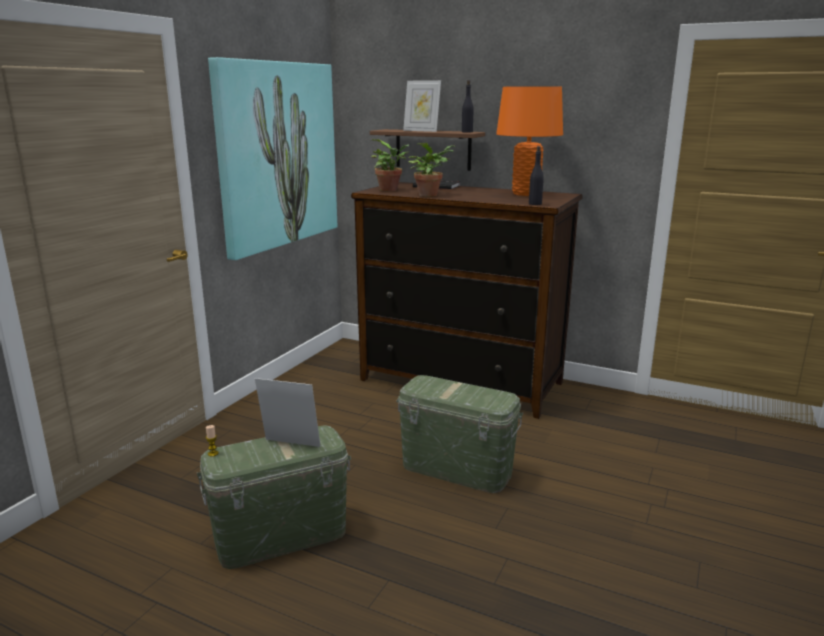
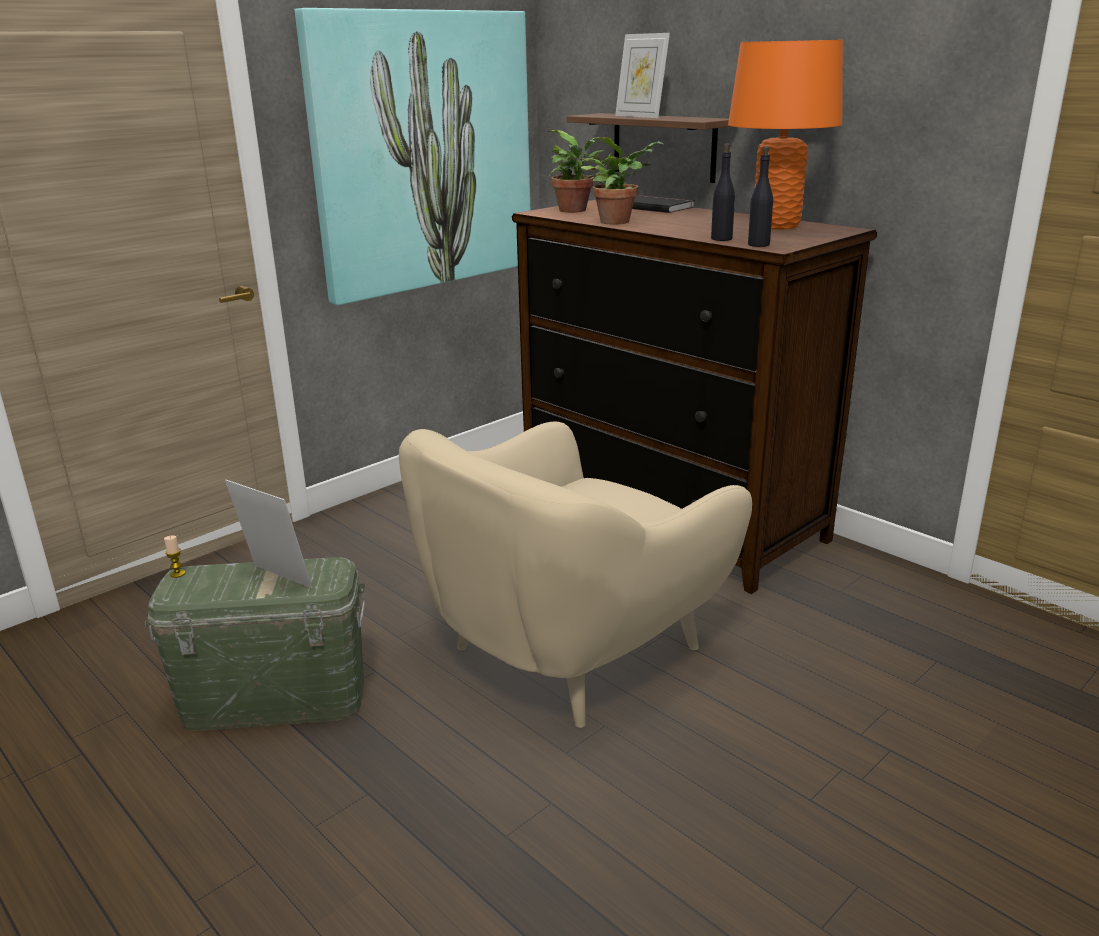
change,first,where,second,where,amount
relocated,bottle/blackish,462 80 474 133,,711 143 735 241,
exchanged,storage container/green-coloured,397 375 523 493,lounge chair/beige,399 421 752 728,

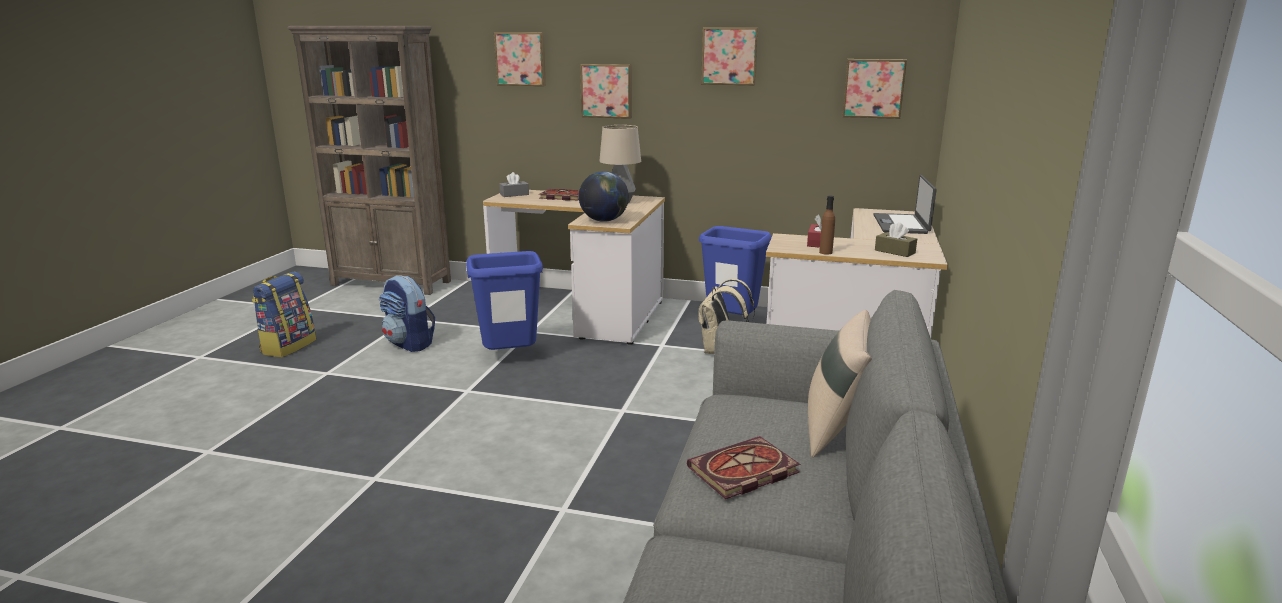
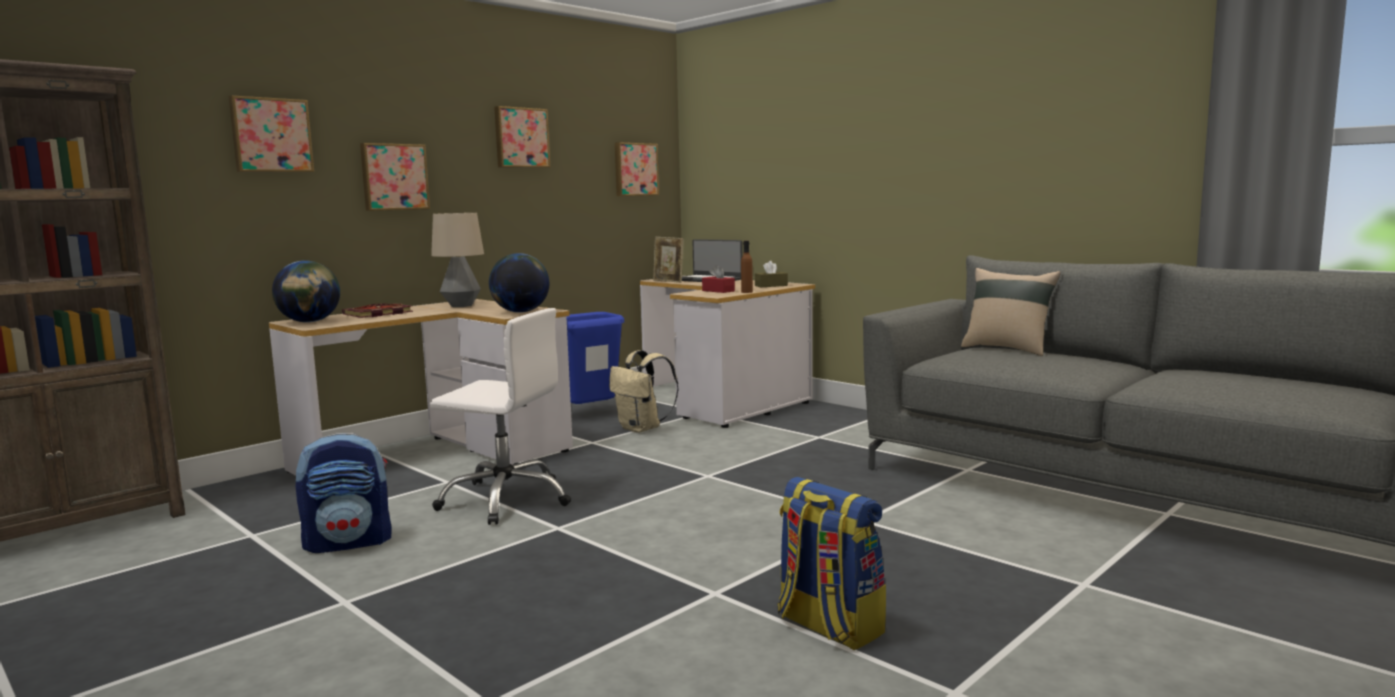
change,first,where,second,where,amount
missing,bound book,687 436 800 499,,,
appeared,,,standing frame,653 237 684 283,
relocated,backpack,252 272 316 357,,778 477 886 650,
exchanged,waste bin/blue,466 251 543 350,computer chair/white,430 308 571 525,
exchanged,tissue box/grey,499 172 529 197,globe,272 260 340 322,

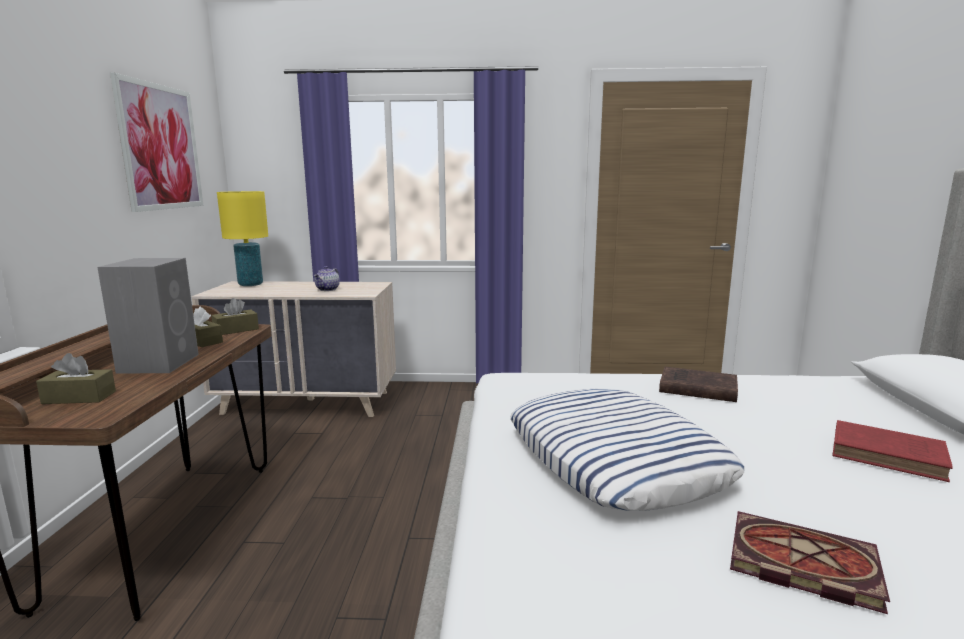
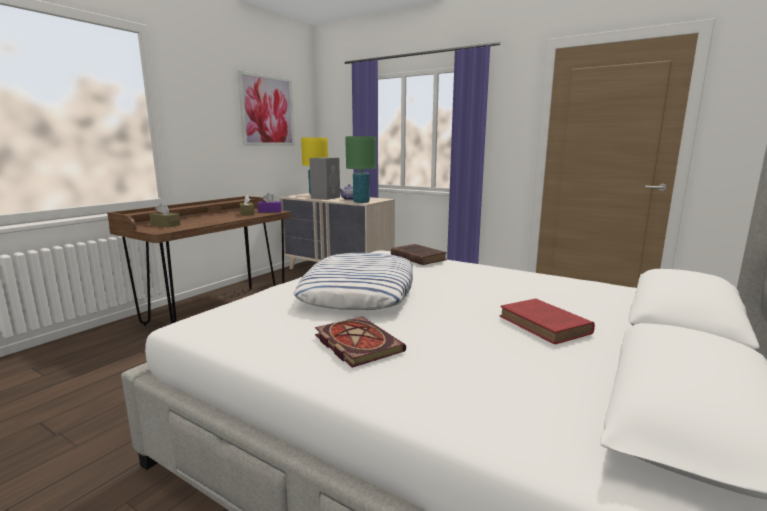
change,first,where,second,where,amount
appeared,,,lamp for a table/green-coloured,345 136 376 203,
relocated,speaker/grey,97 258 199 374,,309 157 340 200,
relocated,bound book/brown,659 367 738 402,,391 244 447 265,
colour,tissue box/brown,211 298 259 335,tissue box/purple-coloured,258 193 282 213,

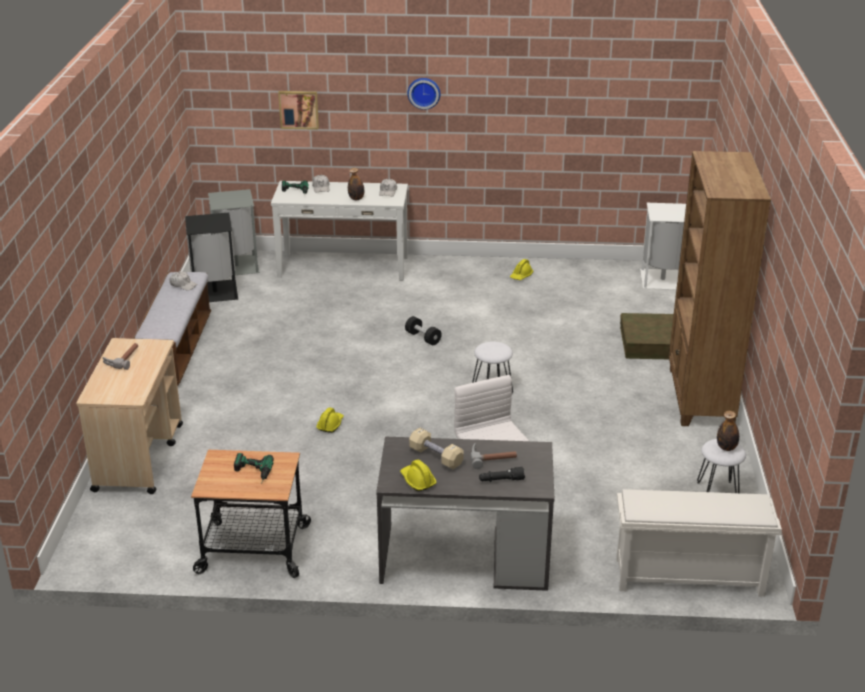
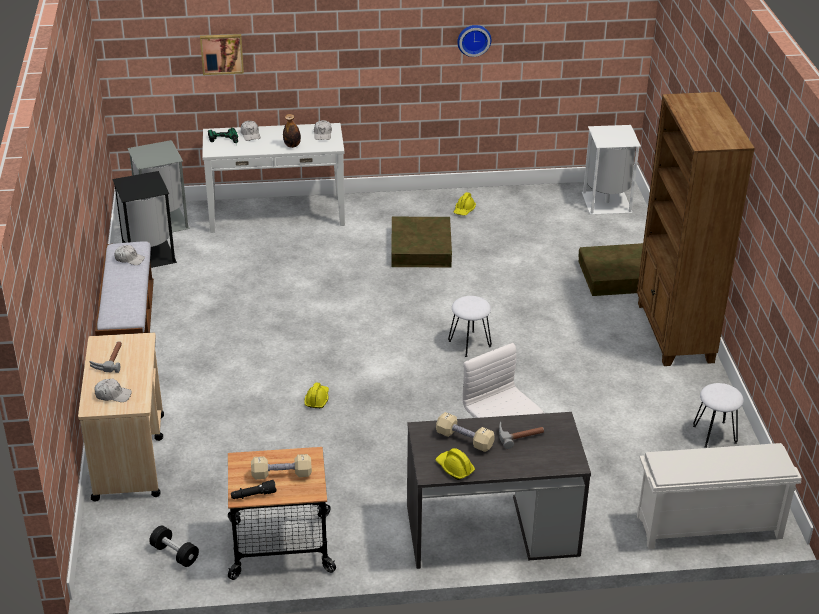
change,first,where,second,where,amount
missing,bottle,717 411 739 451,,,
appeared,,,baseball cap/white,95 379 132 402,
appeared,,,storage container/brown,391 216 452 268,
relocated,dumbbell/blackish,405 316 442 345,,149 525 199 567,
relocated,wall clock,408 78 440 110,,457 25 491 57,
relocated,flashlight/blackish,479 467 525 482,,231 480 277 499,
exchanged,drill,234 453 274 484,dumbbell/beige,251 454 312 480,

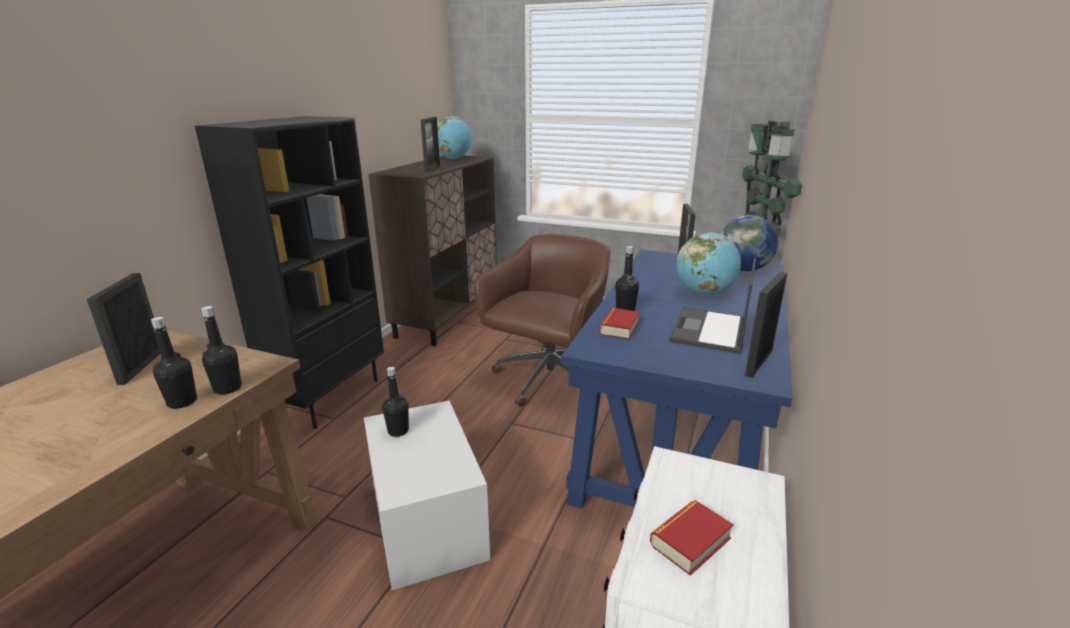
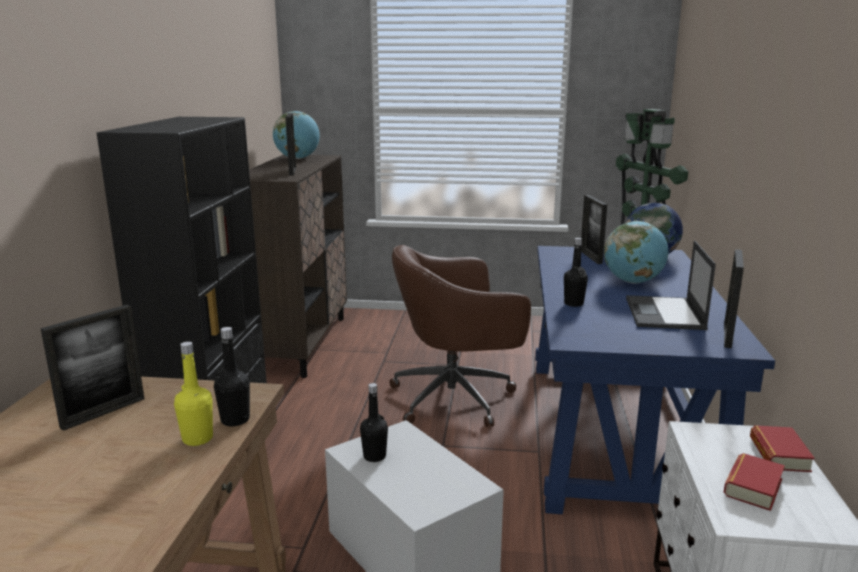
change,first,where,second,where,amount
relocated,bound book,599 308 640 340,,750 425 815 472,
colour,bottle/blackish,151 317 197 409,bottle/yellow,174 341 213 446,
spun,standing frame,86 273 161 385,,41 305 144 431,120 degrees counterclockwise
spun,computer chair/brown,474 234 611 407,,389 245 531 427,120 degrees counterclockwise

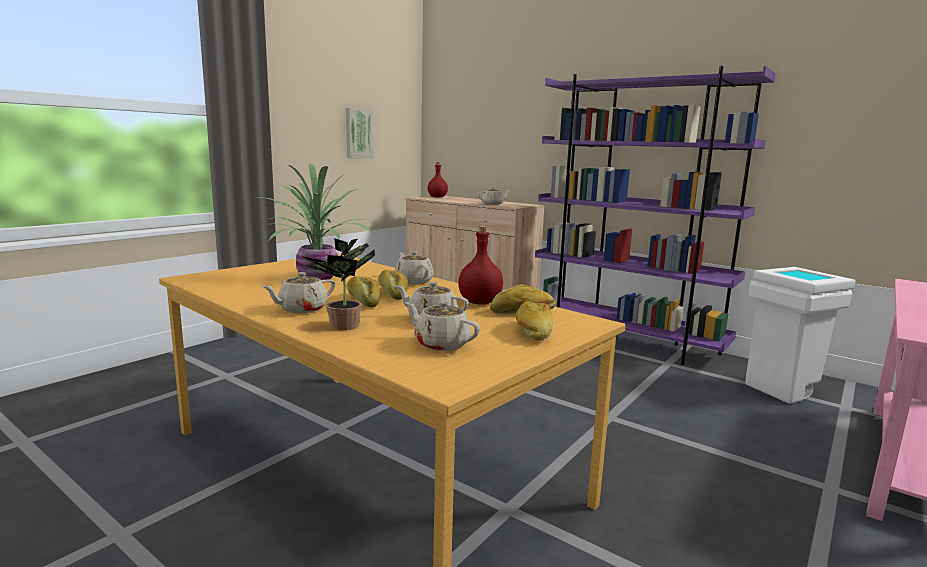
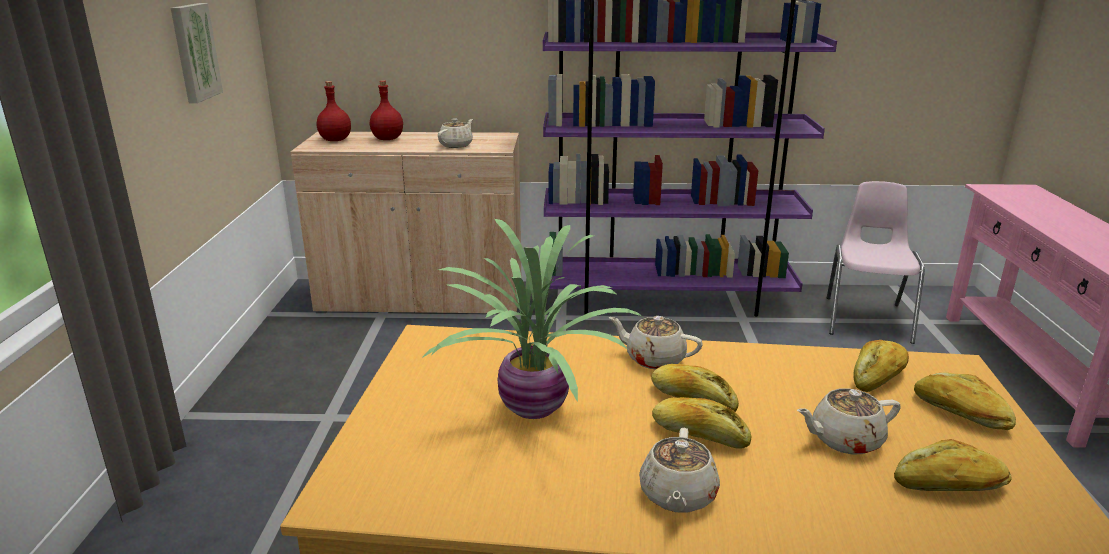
change,first,where,second,where,amount
missing,houseplant,301 238 375 330,,,
relocated,bottle/red-coloured,458 226 503 305,,370 80 403 140,
exchanged,teapot/beige,406 301 480 351,bread,894 439 1011 491,
exchanged,waste bin/white,745 267 856 404,chair/pink-coloured,827 181 925 344,

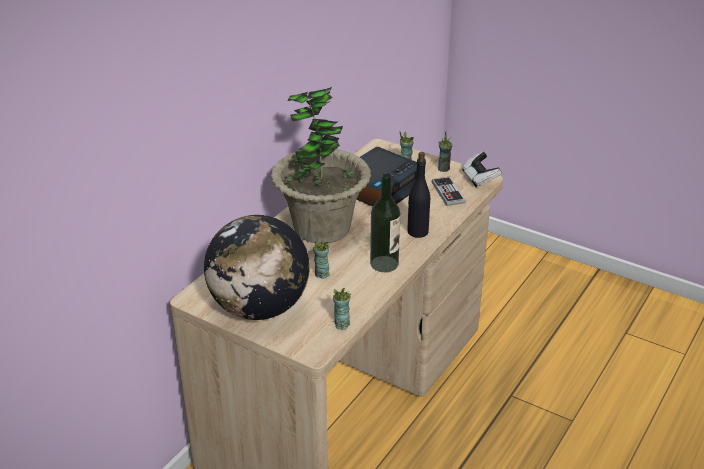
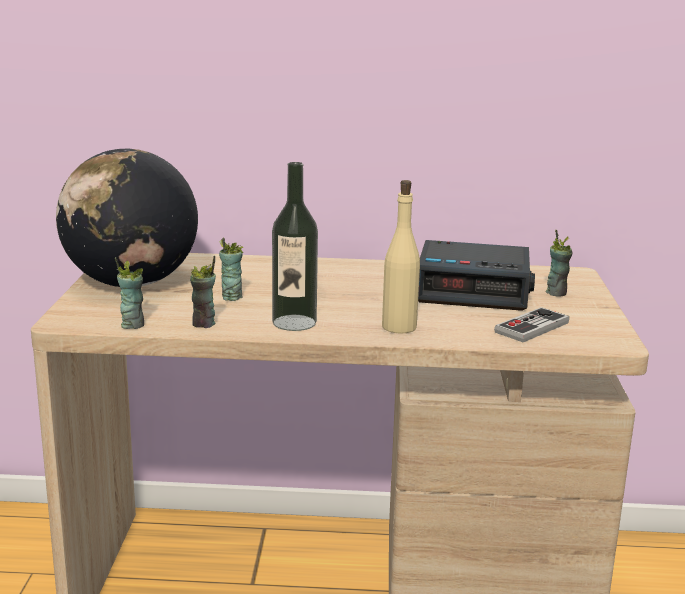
change,first,where,second,where,amount
missing,houseplant,271 87 371 243,,,
missing,gamepad,462 151 501 187,,,
relocated,cup,438 131 452 172,,190 256 216 328,
colour,bottle/blackish,407 152 430 238,bottle/beige,382 180 420 334,

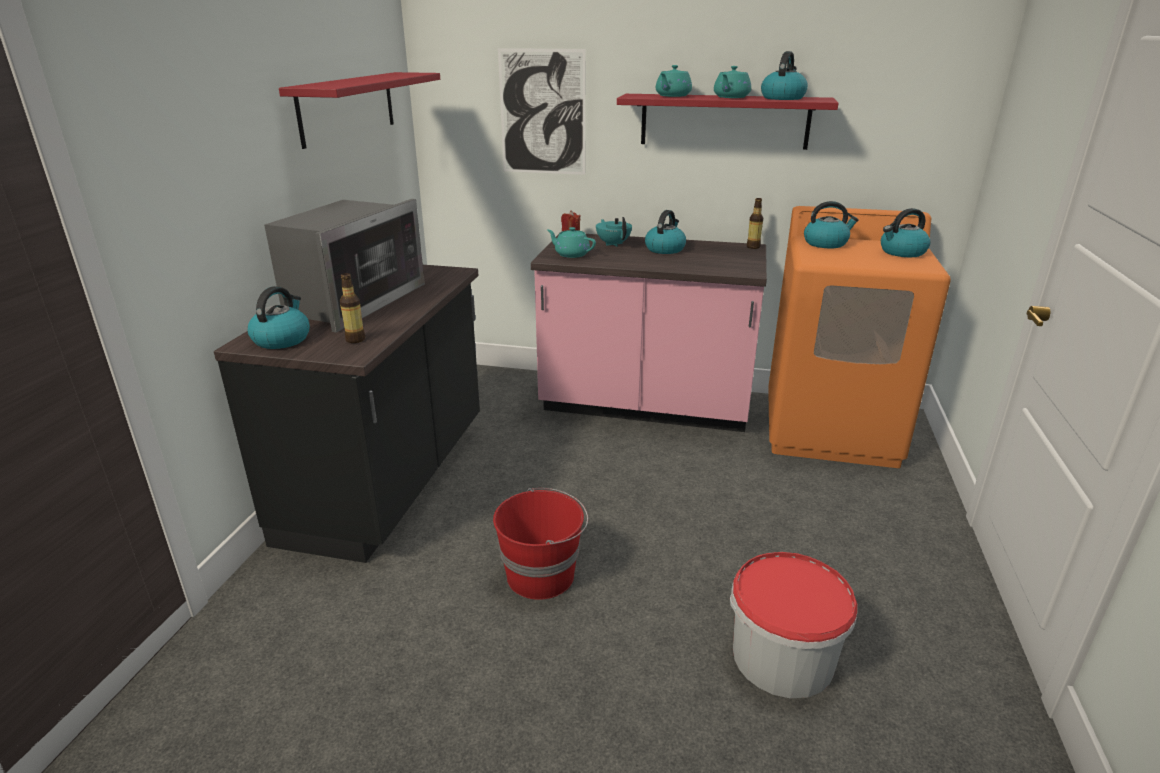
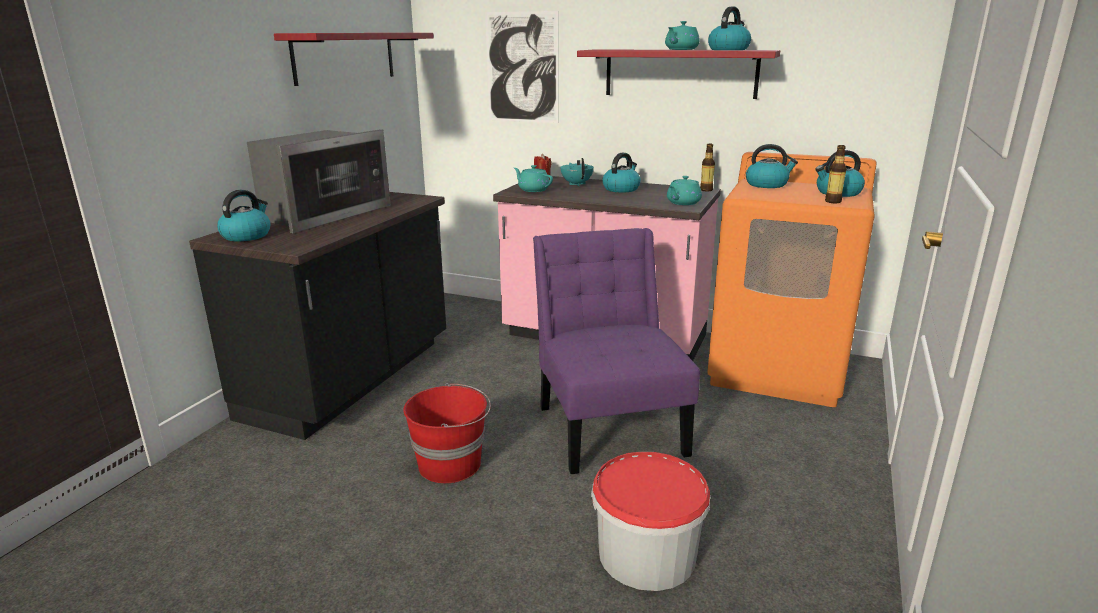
change,first,where,second,where,amount
appeared,,,chair/purple-coloured,533 228 700 474,
relocated,bottle,340 273 365 343,,825 145 847 203,
relocated,teapot/turquoise-coloured,656 65 692 97,,667 176 702 205,

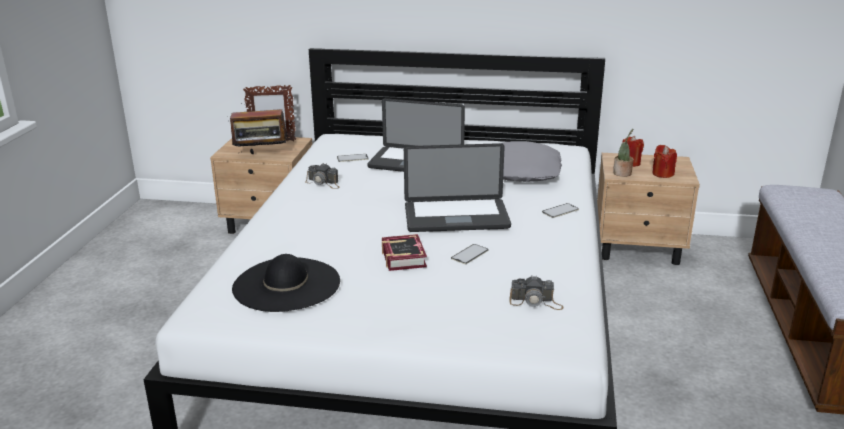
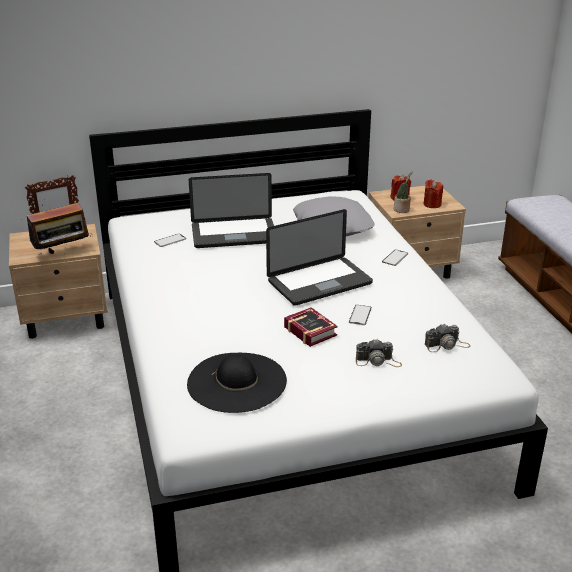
change,first,where,second,where,amount
relocated,photo camera,305 163 339 189,,356 339 402 367,

